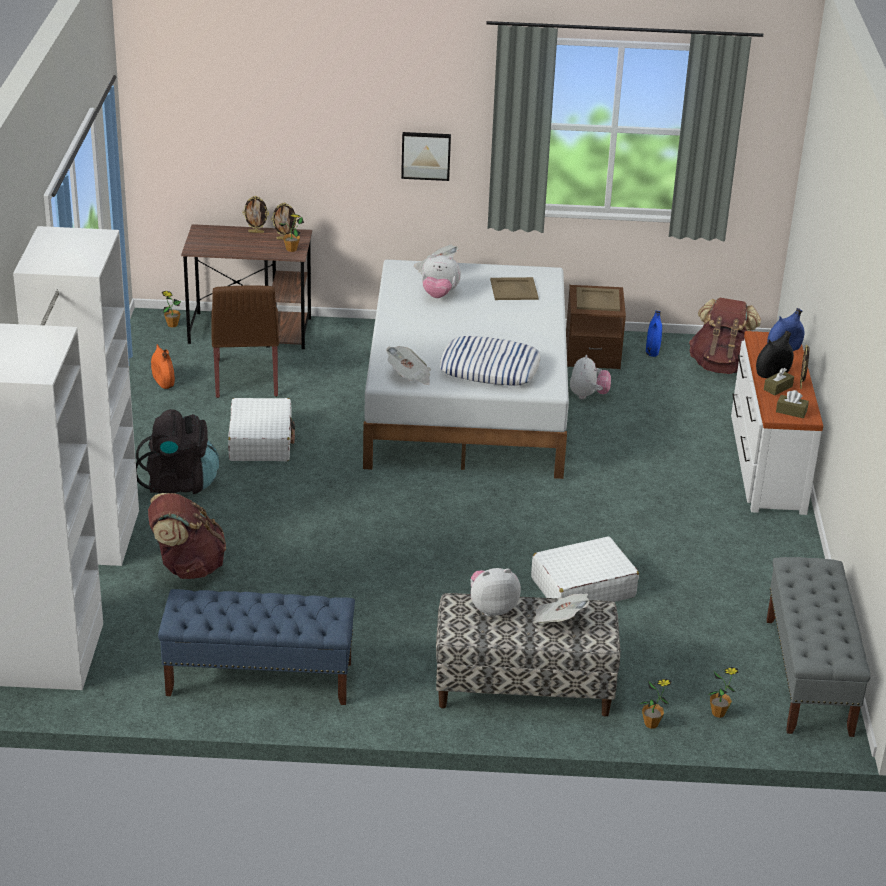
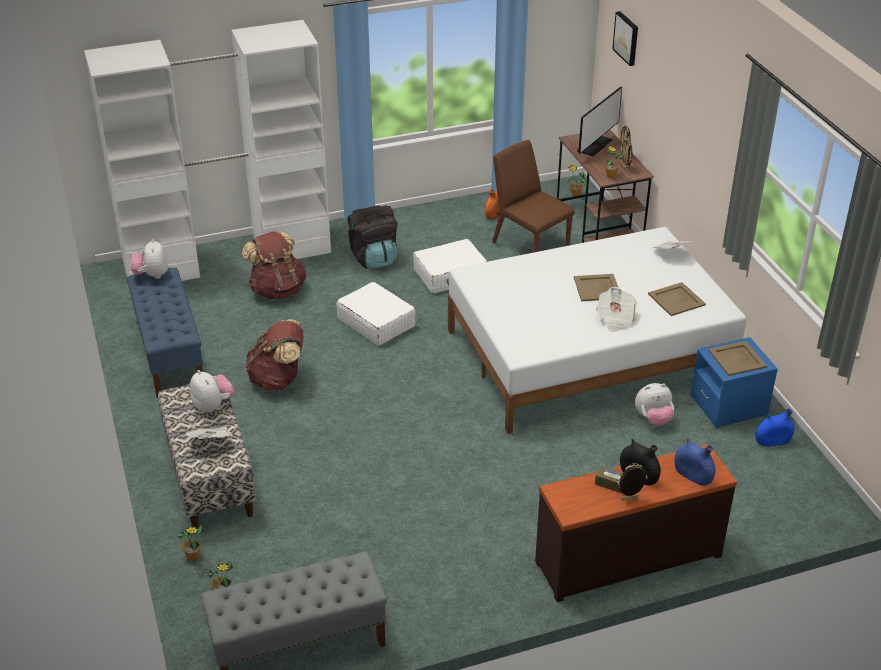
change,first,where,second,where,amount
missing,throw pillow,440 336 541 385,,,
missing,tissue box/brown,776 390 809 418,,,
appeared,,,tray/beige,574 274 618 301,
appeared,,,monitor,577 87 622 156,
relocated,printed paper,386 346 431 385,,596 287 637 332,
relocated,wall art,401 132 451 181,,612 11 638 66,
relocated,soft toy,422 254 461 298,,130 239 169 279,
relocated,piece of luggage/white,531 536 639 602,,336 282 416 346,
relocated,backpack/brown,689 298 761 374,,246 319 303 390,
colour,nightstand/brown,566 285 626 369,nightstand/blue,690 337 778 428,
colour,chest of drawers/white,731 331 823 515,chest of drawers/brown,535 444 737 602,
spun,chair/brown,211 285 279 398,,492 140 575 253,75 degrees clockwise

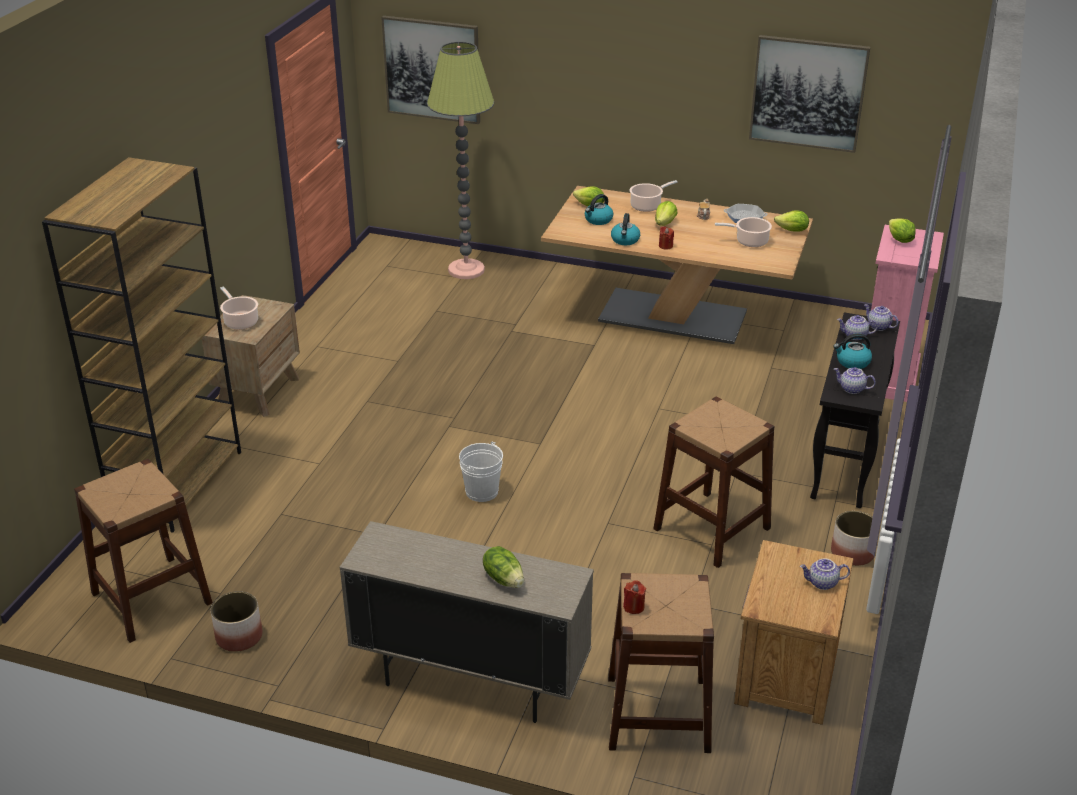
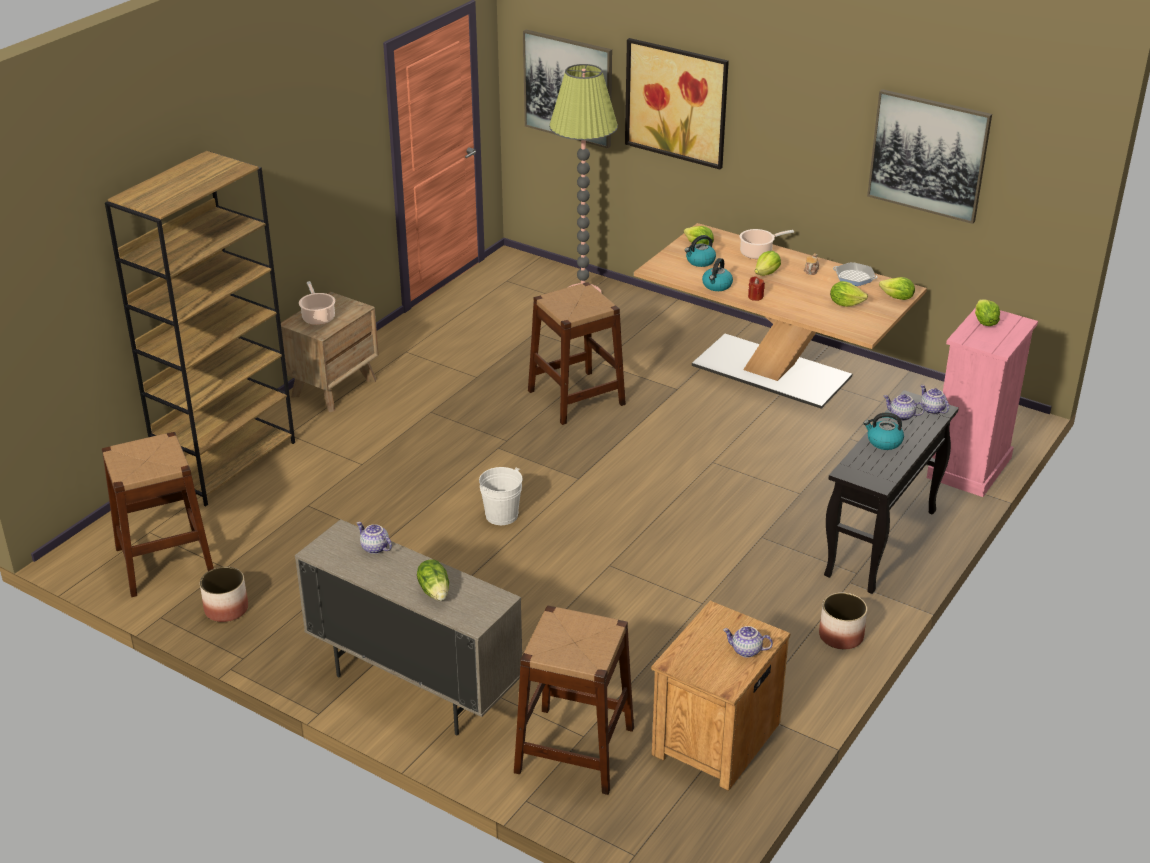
change,first,where,second,where,amount
missing,candle/red-coloured,623 580 646 614,,,
appeared,,,wall art,625 38 729 169,
relocated,stool/brown,653 396 775 568,,528 282 626 425,
relocated,teapot,834 367 876 394,,357 522 392 554,
exchanged,stockpot,715 217 772 247,lettuce,830 281 868 307,

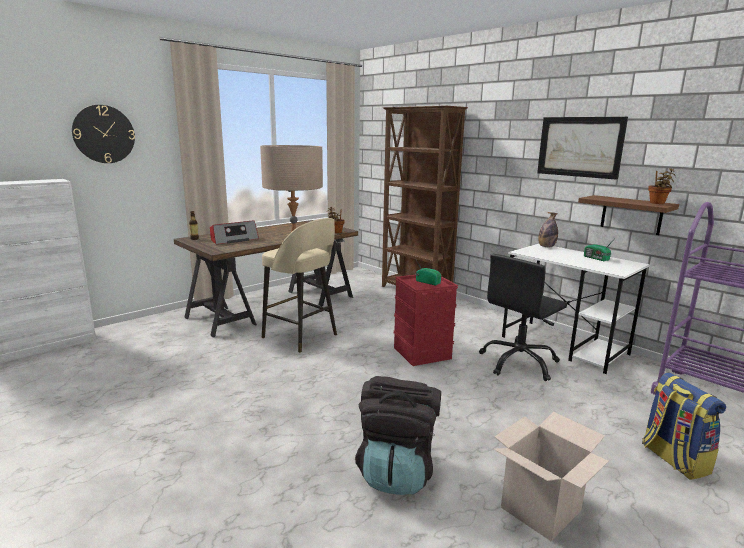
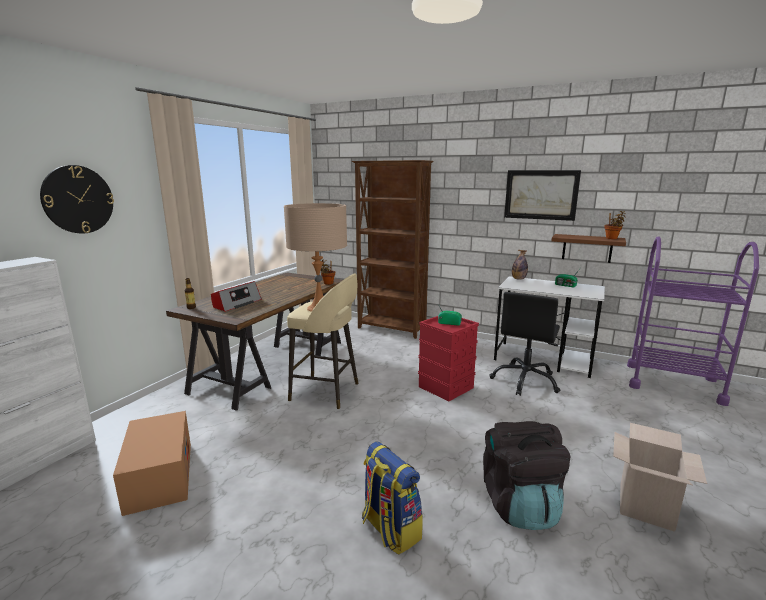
change,first,where,second,where,amount
appeared,,,carton,113 411 191 516,
relocated,backpack,642 373 726 480,,362 441 423 555,

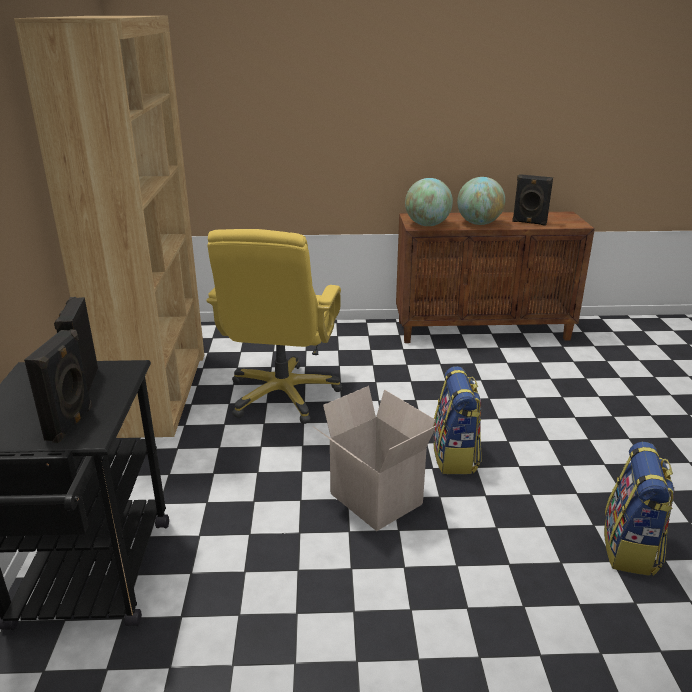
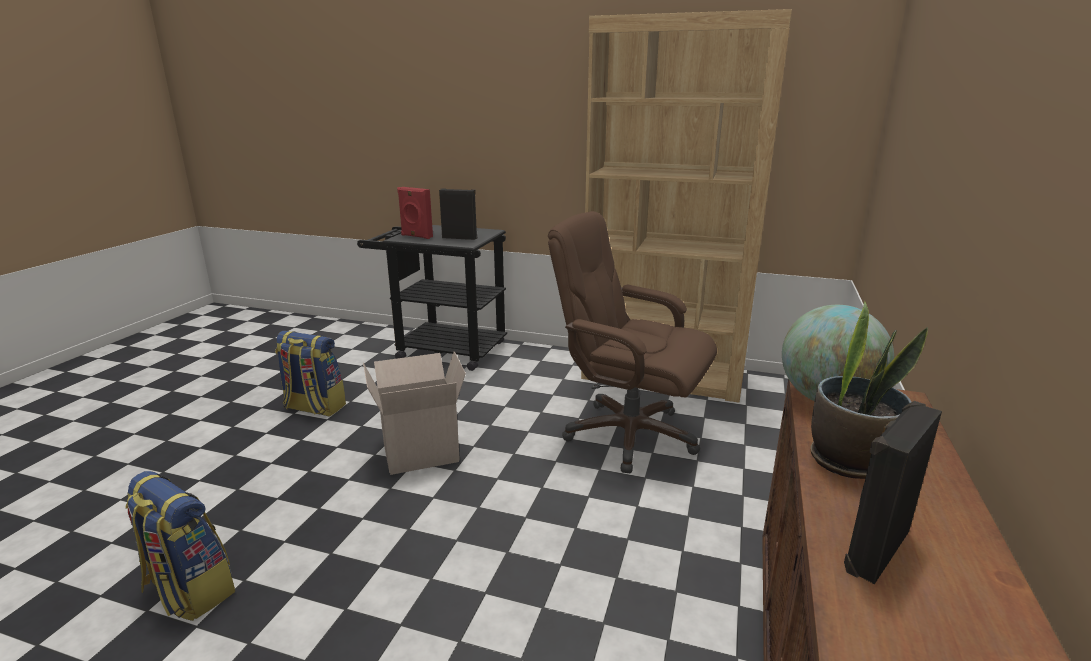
change,first,where,second,where,amount
relocated,backpack,433 366 481 474,,275 331 346 417,
exchanged,globe,457 177 505 225,houseplant,810 301 928 479,
colour,speaker/blackish,24 329 92 443,speaker/red-coloured,397 187 433 239,
colour,computer chair/yellow,206 229 343 424,computer chair/brown,548 211 717 473,

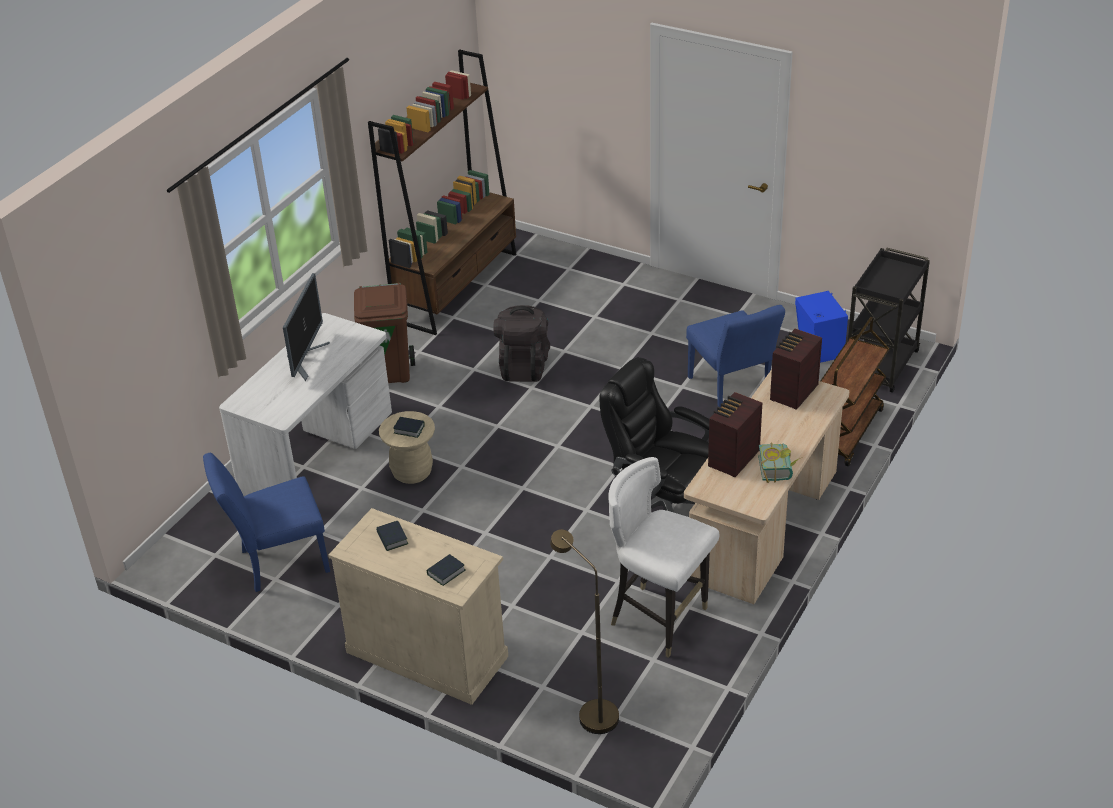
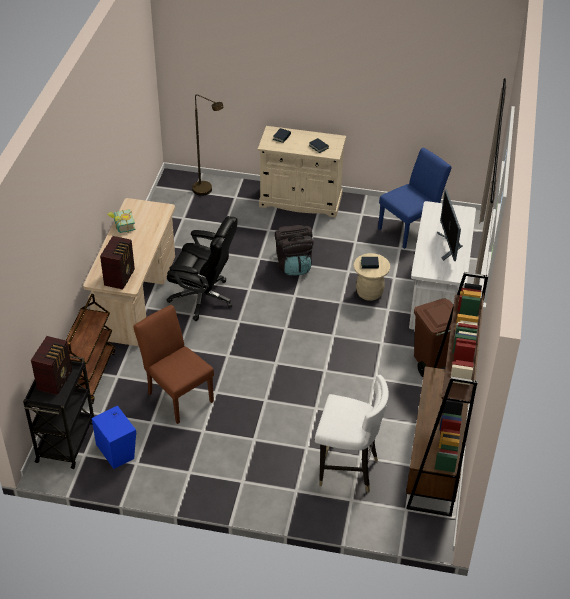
change,first,where,second,where,amount
relocated,backpack/blackish,494 305 550 382,,275 225 314 276,
relocated,chair/white,608 457 719 658,,315 375 389 492,
relocated,radio set,708 392 762 477,,31 336 72 395,
colour,chair/blue,686 305 785 407,chair/brown,133 305 214 424,

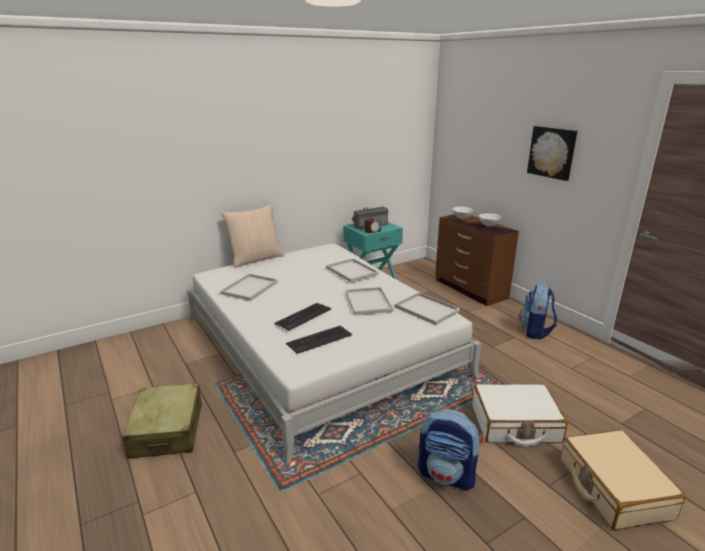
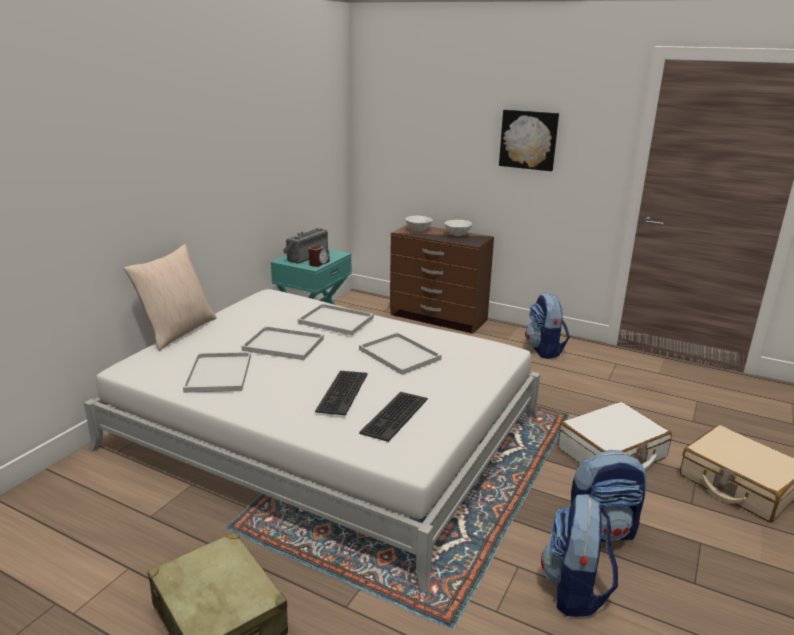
change,first,where,second,where,amount
appeared,,,backpack,541 494 618 617,
relocated,tray/white,395 292 460 325,,241 326 324 360,

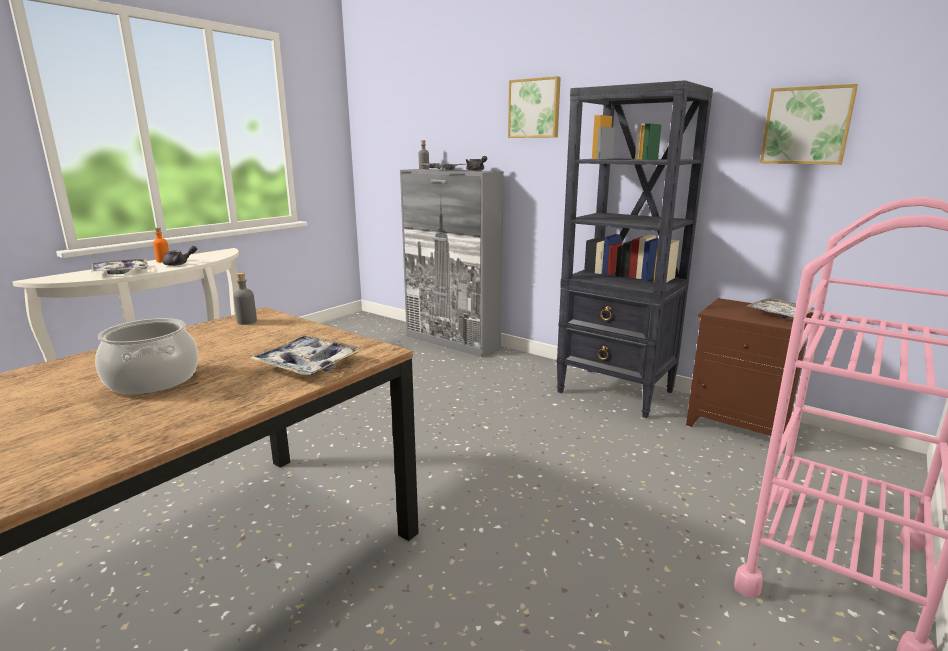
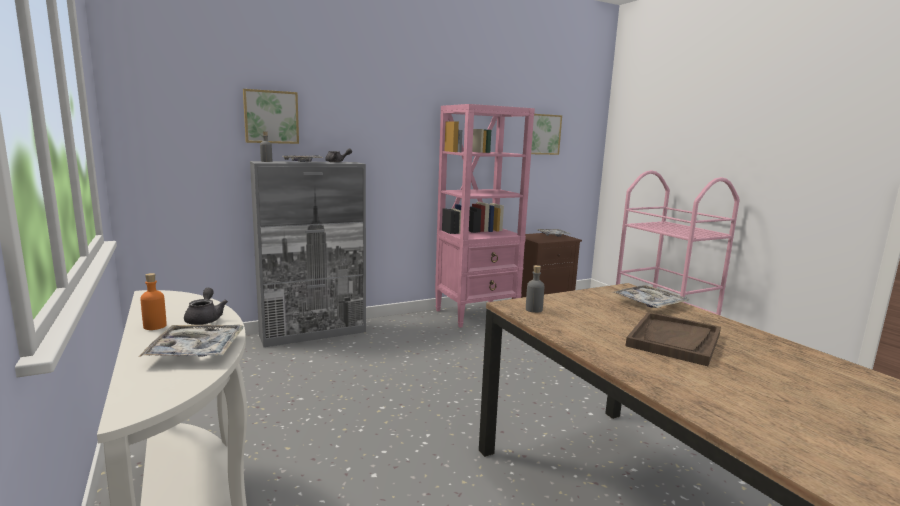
change,first,where,second,where,amount
relocated,wall art,508 76 561 138,,243 89 299 144,
exchanged,stockpot,95 318 199 394,tray/brown,626 312 721 366,
colour,bookshelf/blackish,557 80 713 418,bookshelf/pink-coloured,435 104 535 328,

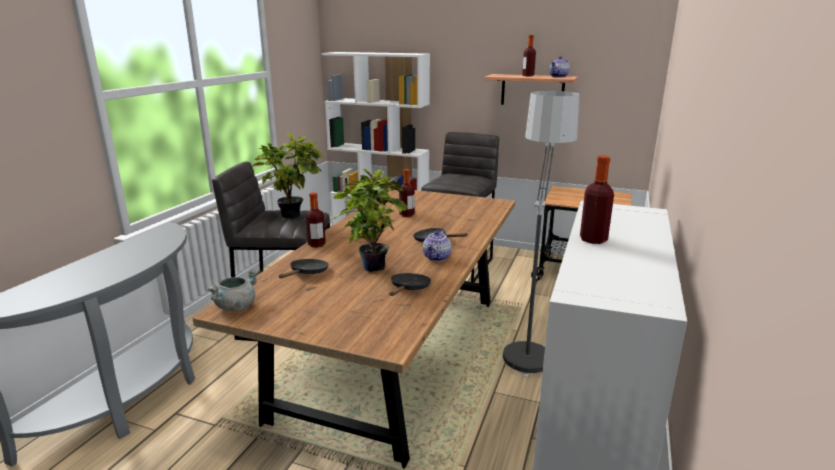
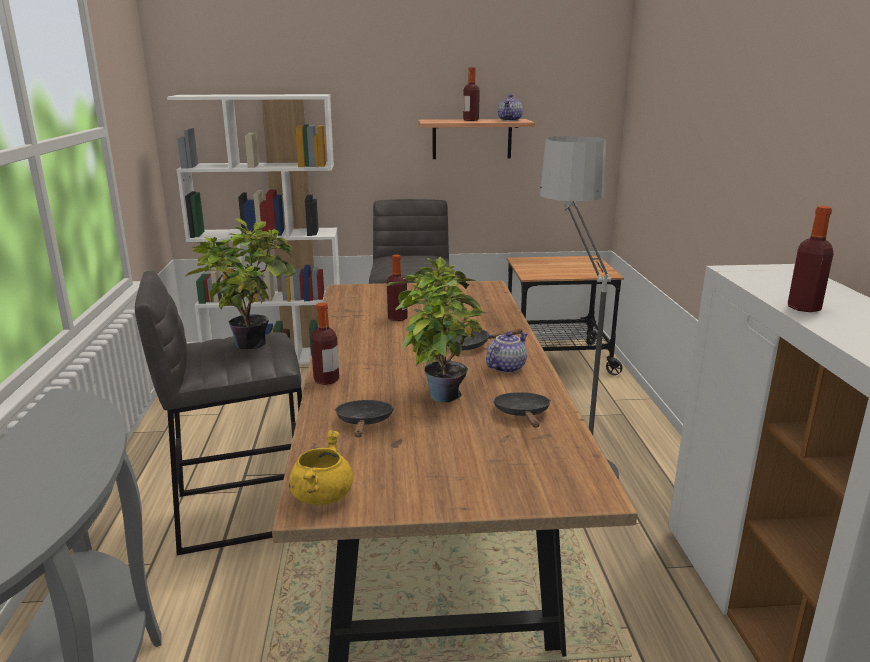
change,first,where,second,where,amount
colour,stockpot/grey,208 268 259 311,stockpot/yellow,289 430 353 505,
spun,teapot,423 230 452 262,,486 332 528 373,135 degrees counterclockwise

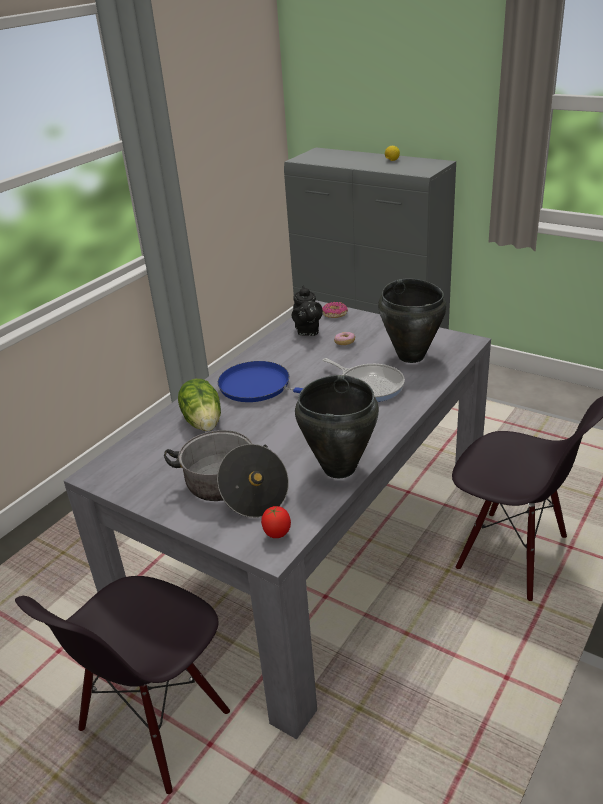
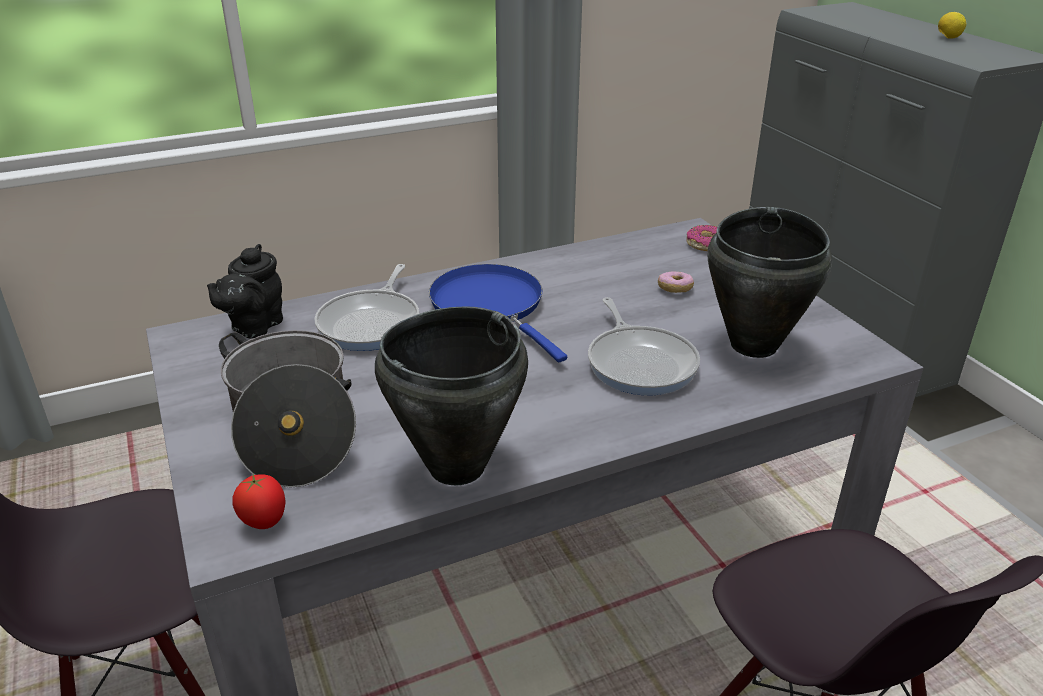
change,first,where,second,where,amount
relocated,teapot/blackish,292 286 323 336,,207 244 283 338,
exchanged,lettuce,178 379 221 431,frying pan,315 264 419 351,

